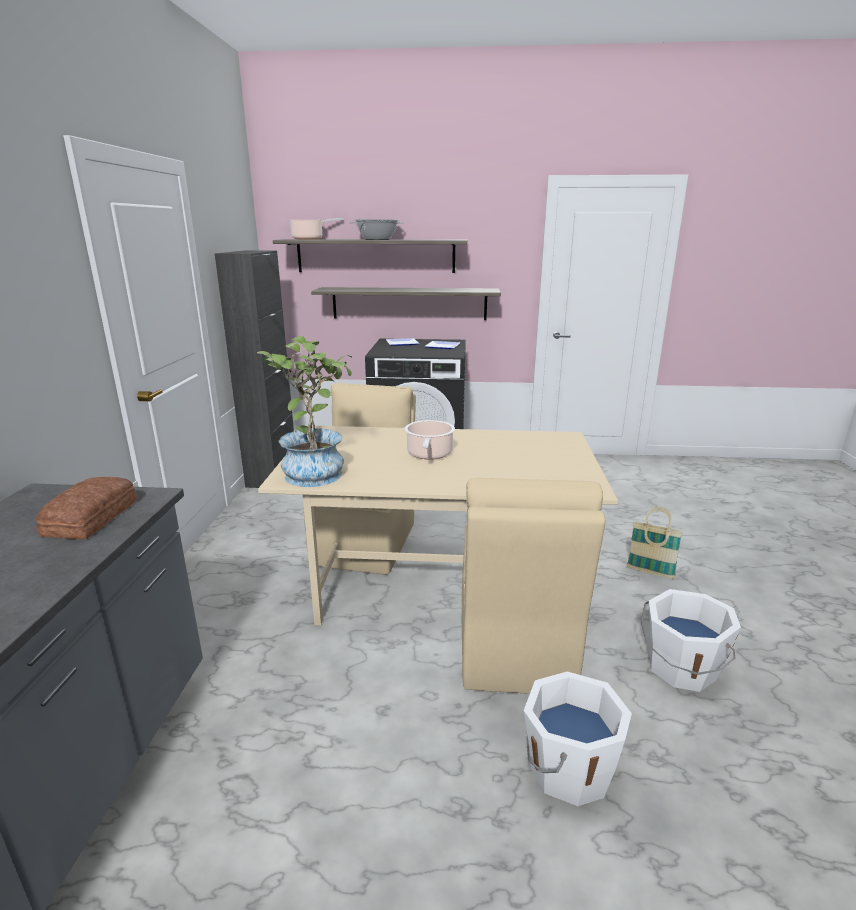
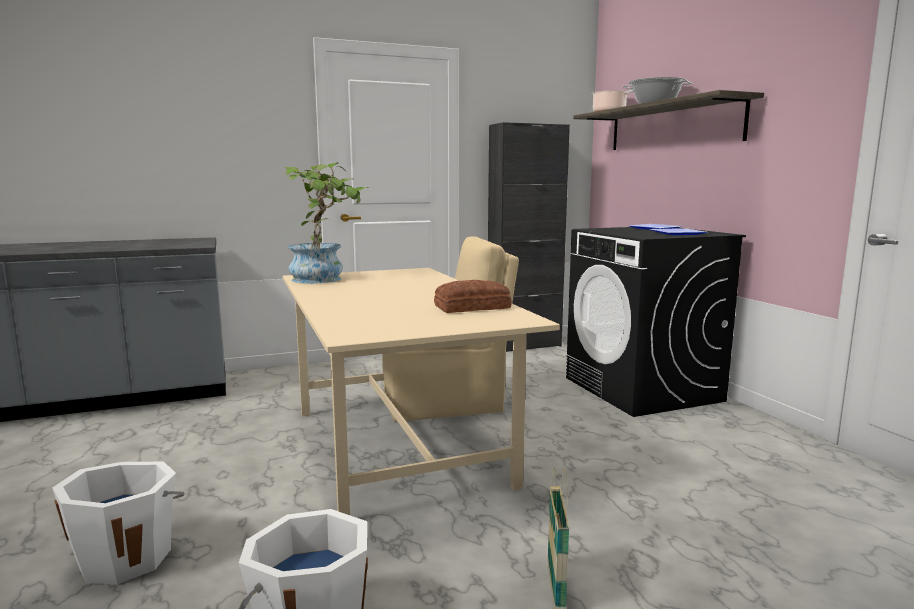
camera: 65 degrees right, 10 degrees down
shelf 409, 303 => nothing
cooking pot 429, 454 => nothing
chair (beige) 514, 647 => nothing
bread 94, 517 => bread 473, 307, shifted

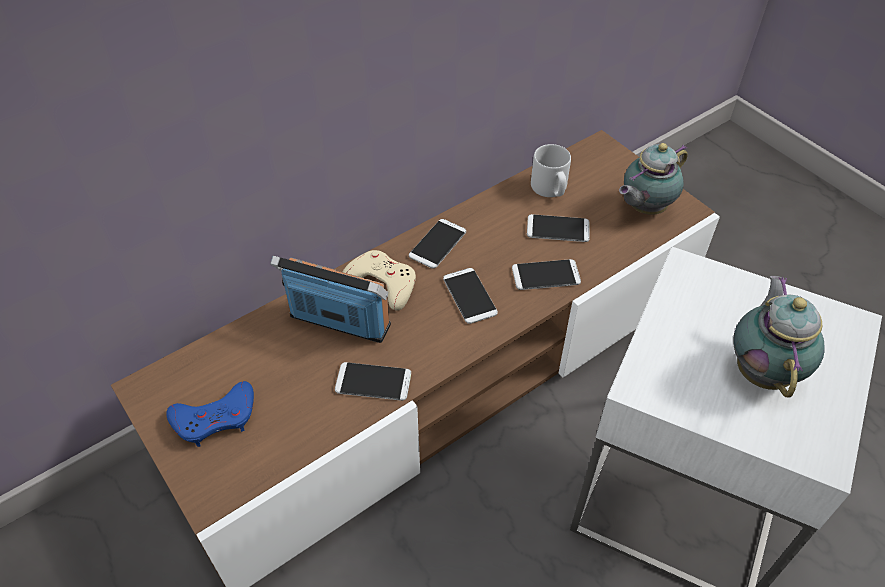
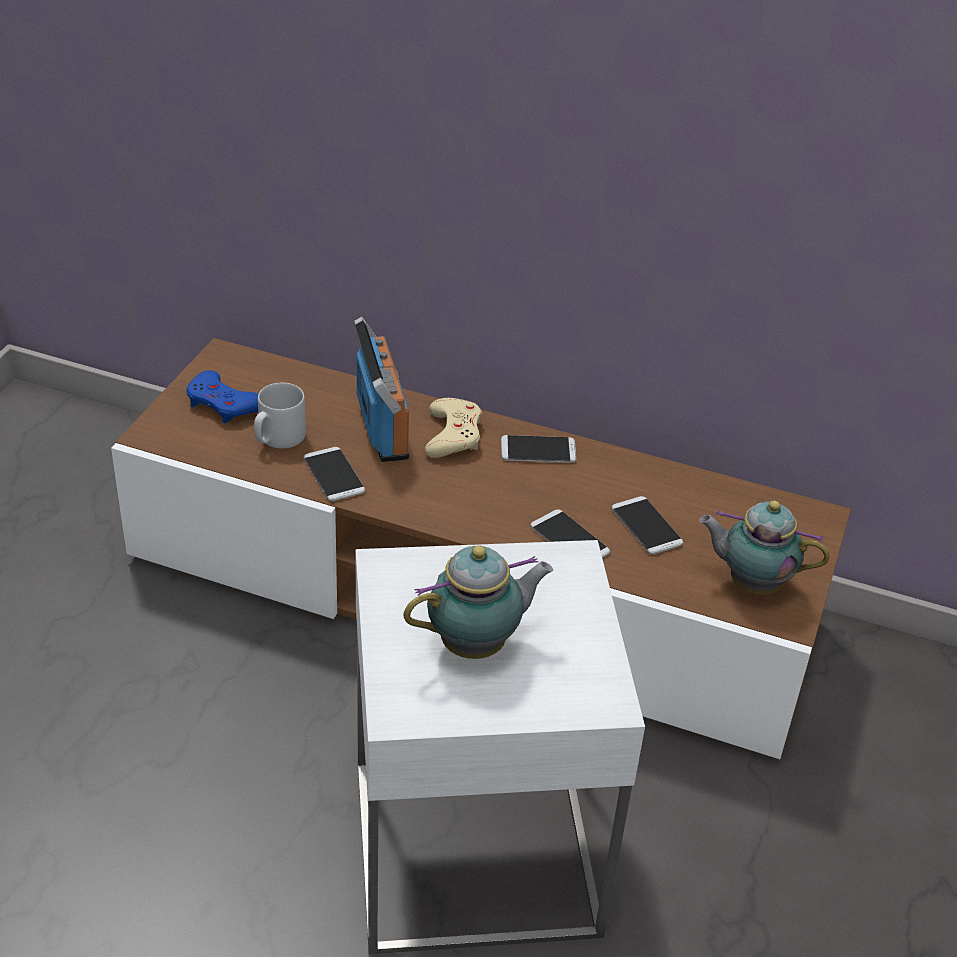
camera: 55 degrees right, 10 degrees down
phone 469, 296 => nothing
mug (grey) 550, 189 => mug (grey) 278, 438, shifted

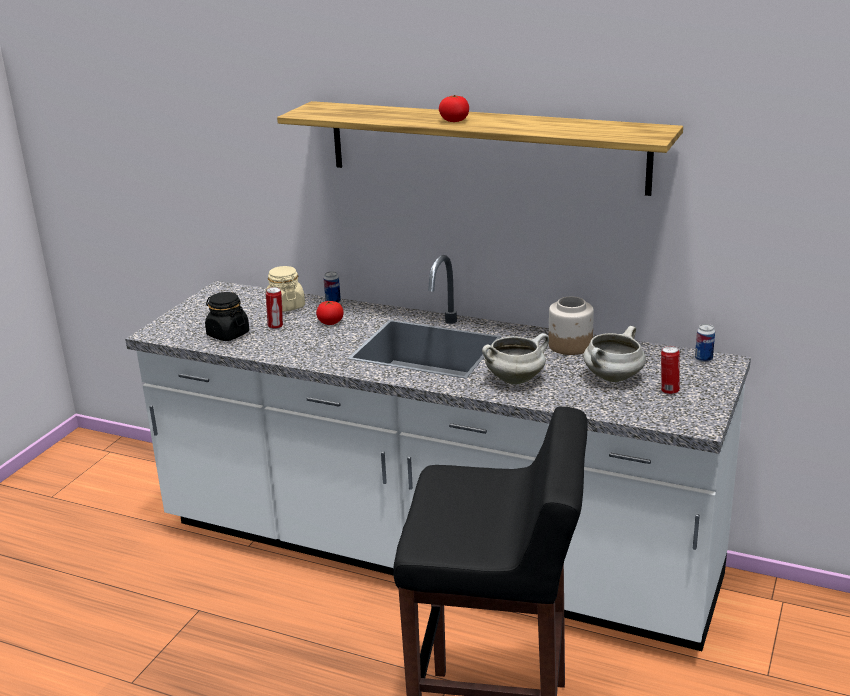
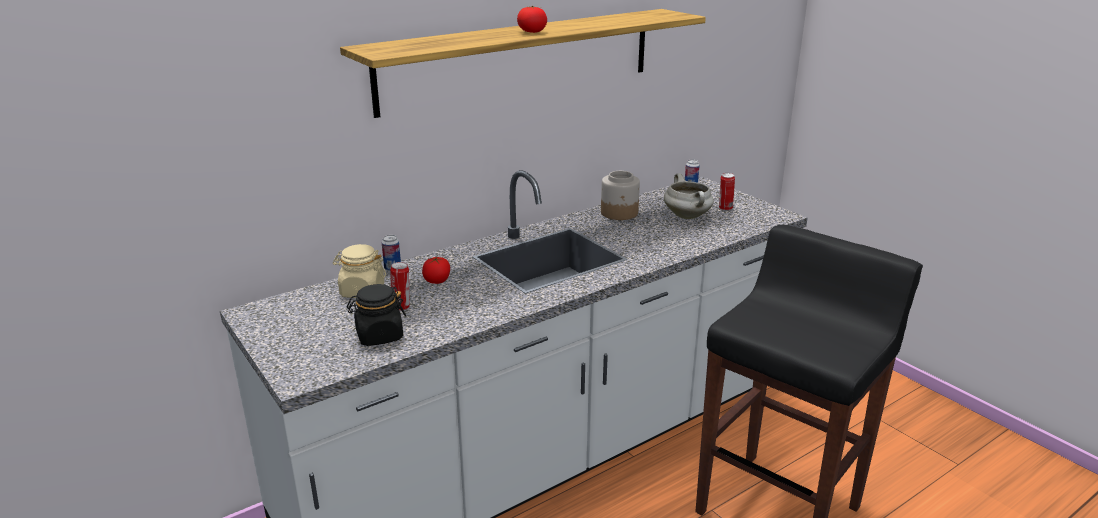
camera: 60 degrees left, 0 degrees up
cooking pot (white) 515, 379 => nothing

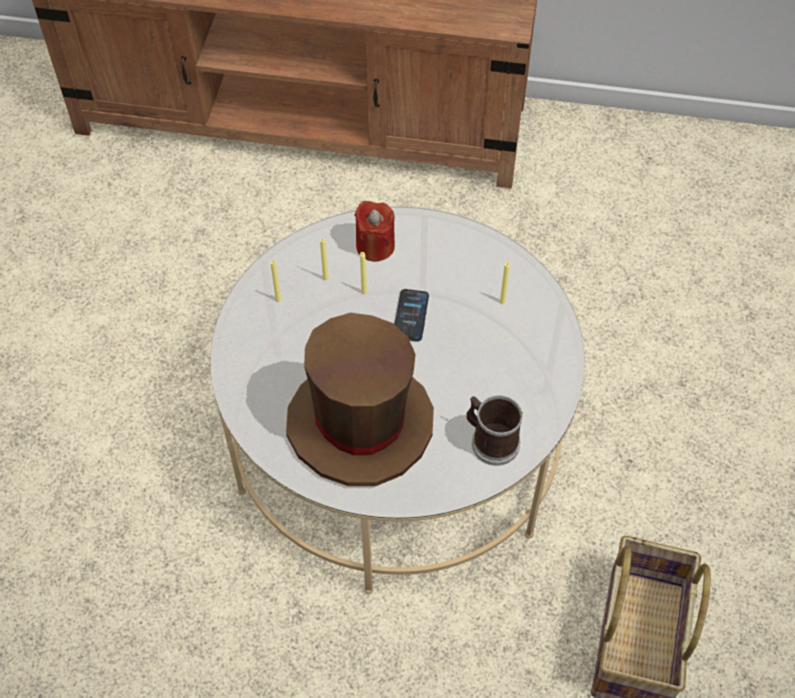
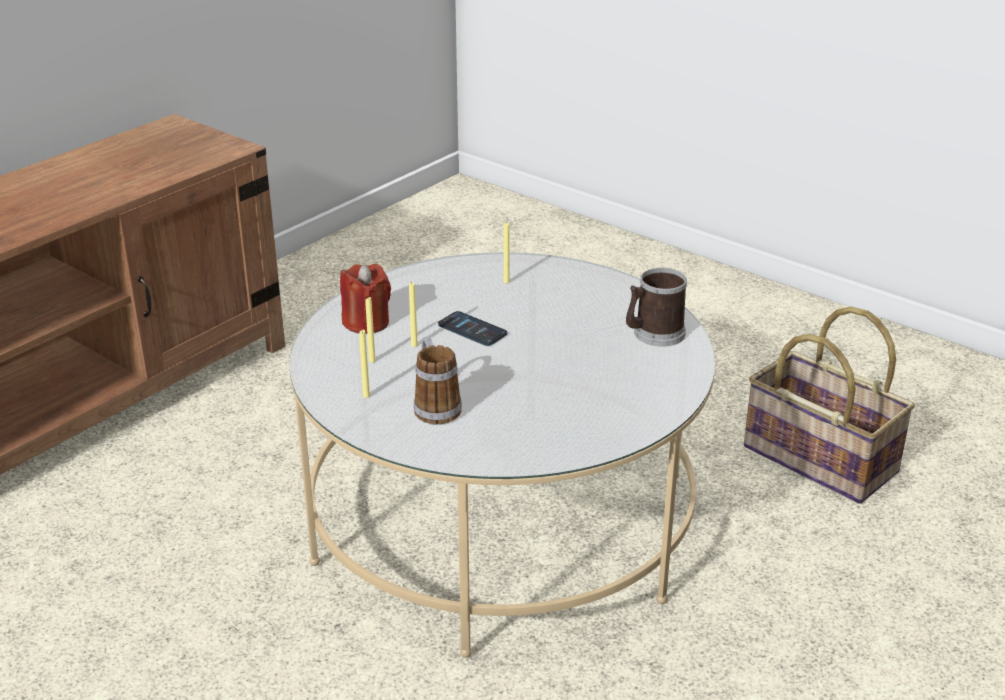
camera: 60 degrees left, 25 degrees down
hat (brown) 360, 424 => nothing
nothing => mug 435, 406

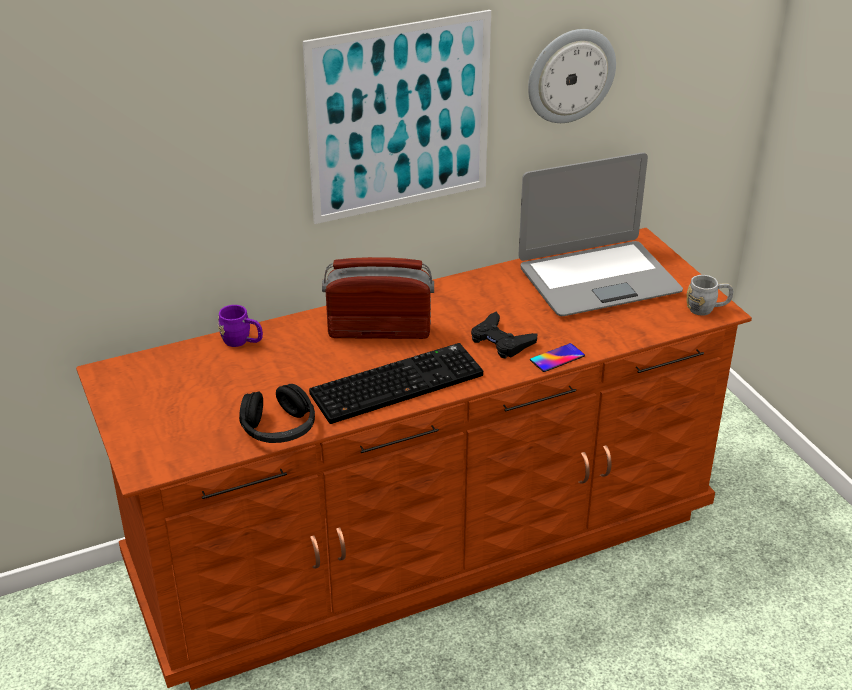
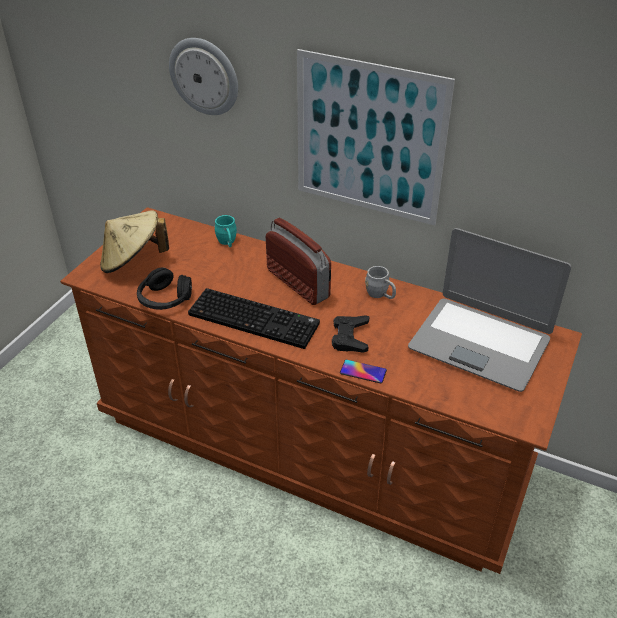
camera: 50 degrees right, 5 degrees up
nothing => hat (beige) 133, 261
wall clock 570, 75 => wall clock 204, 76, shifted
mug (grey) 707, 309 => mug (grey) 380, 295, shifted
mug (purple) 242, 342 => mug (turquoise) 227, 243

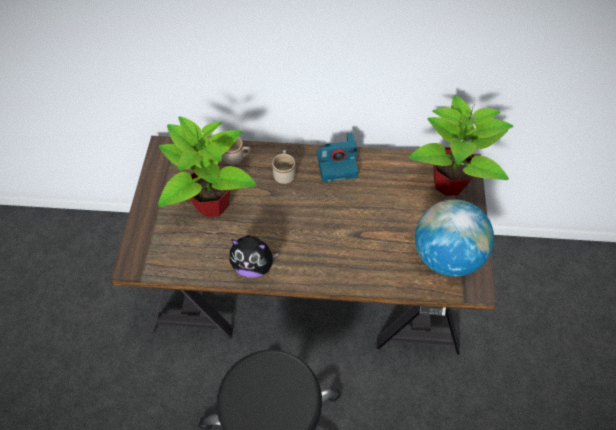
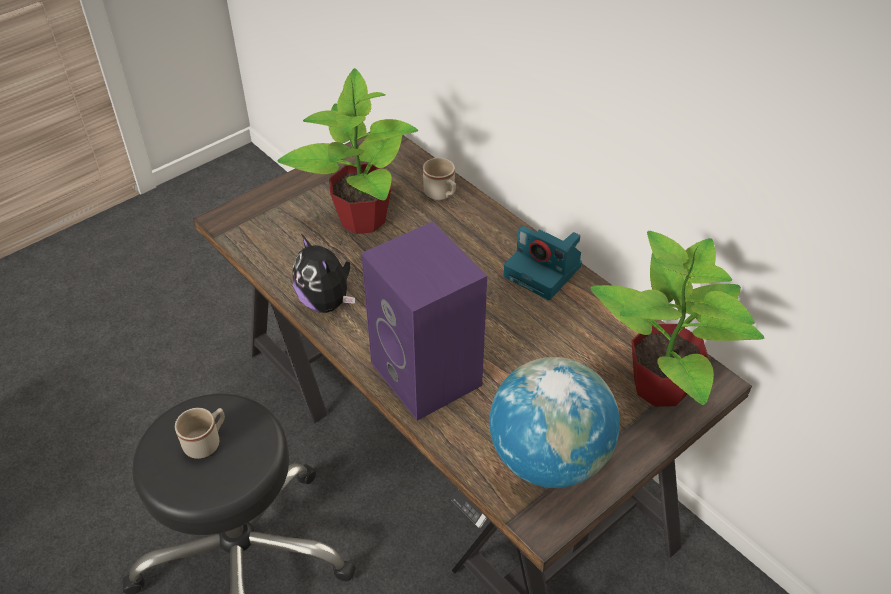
camera: 45 degrees right, 10 degrees down
nothing => speaker (purple) 429, 375
mug (beige) 284, 173 => mug (beige) 207, 441, shifted

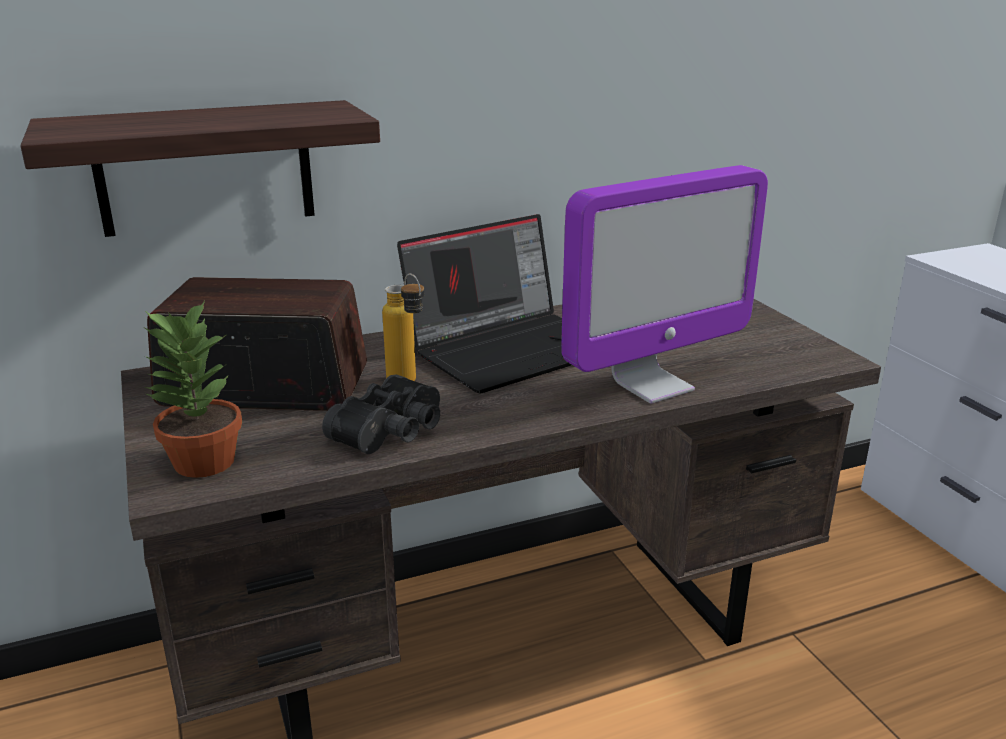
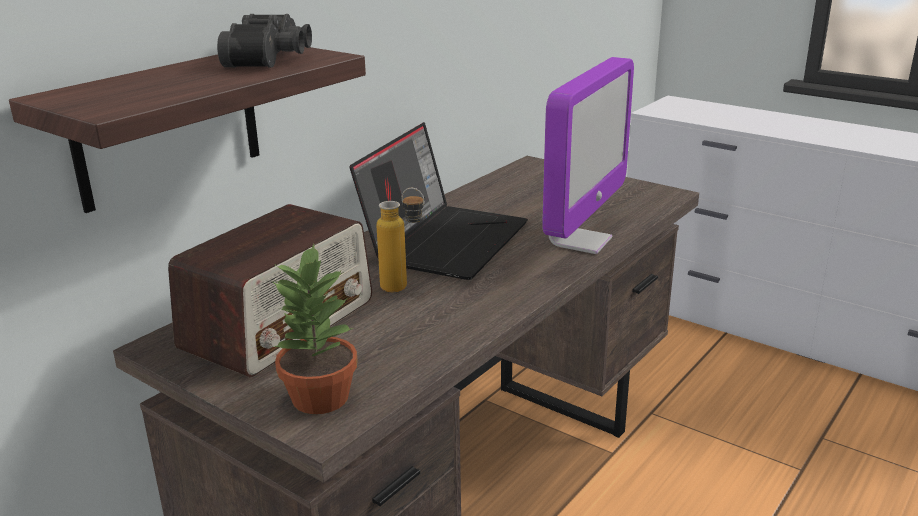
camera: 30 degrees left, 0 degrees up
binoculars (black) 393, 432 => binoculars (black) 272, 58, shifted
radio 264, 386 => radio 280, 324, 150 degrees clockwise

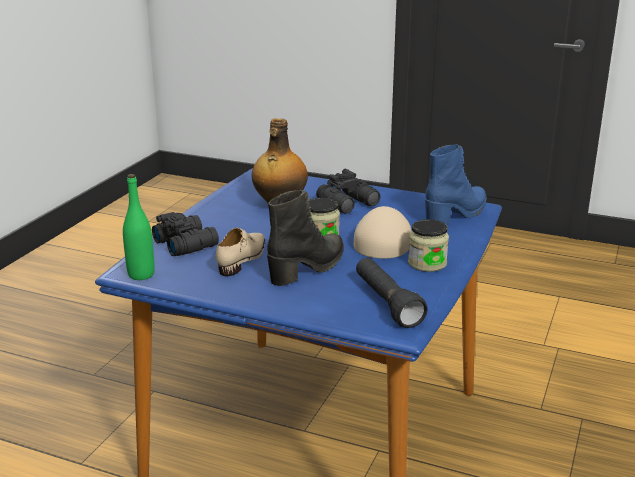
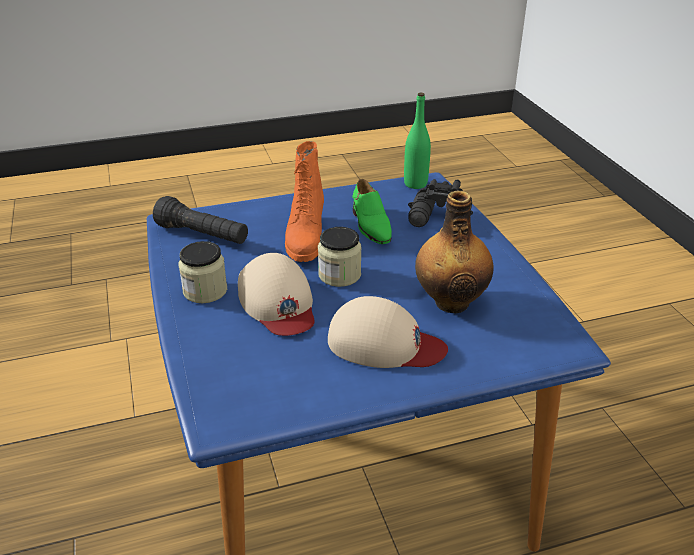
camera: 140 degrees right, 10 degrees up
boot (blue) 456, 215 => nothing
binoculars (black) 349, 204 => cap (beige) 384, 344
shoe (beige) 243, 259 => shoe (green) 370, 225
boot (black) 308, 268 => boot (orange) 305, 239

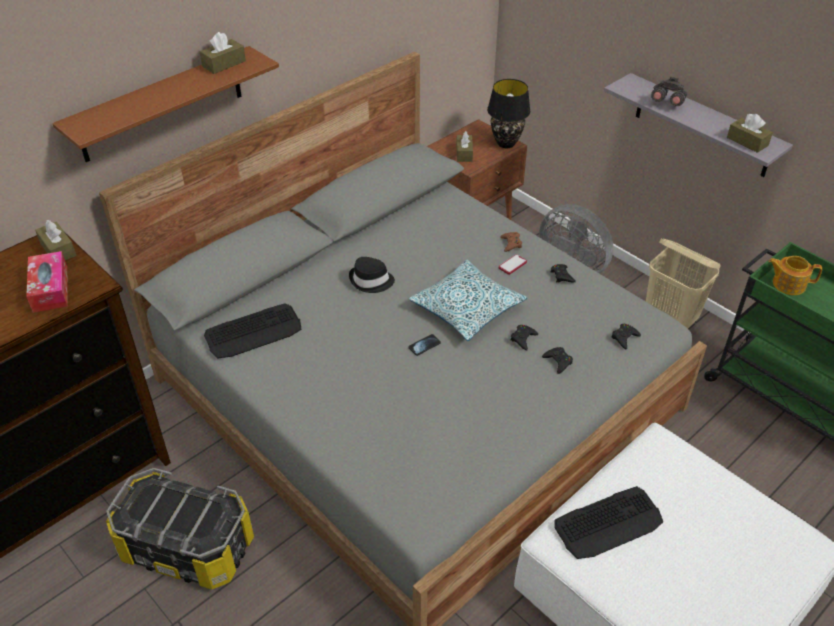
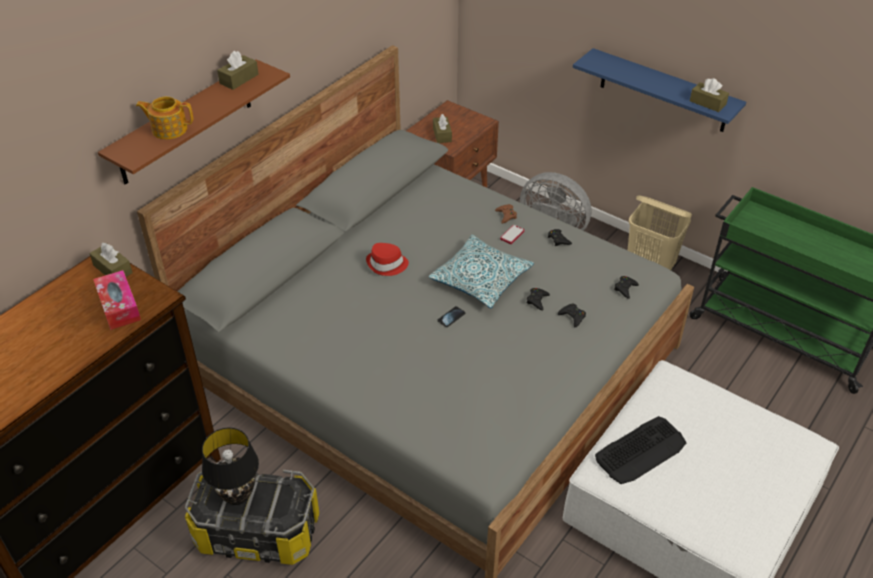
camera: 10 degrees left, 0 degrees up
keyboard 254, 332 => nothing
binoculars (grey) 667, 103 => nothing
table lamp (black) 506, 143 => table lamp (black) 238, 495, shifted
teapot 788, 284 => teapot 169, 129, shifted
hat (black) 371, 281 => hat (red) 387, 264
shelf (grey) 702, 126 => shelf (blue) 663, 91

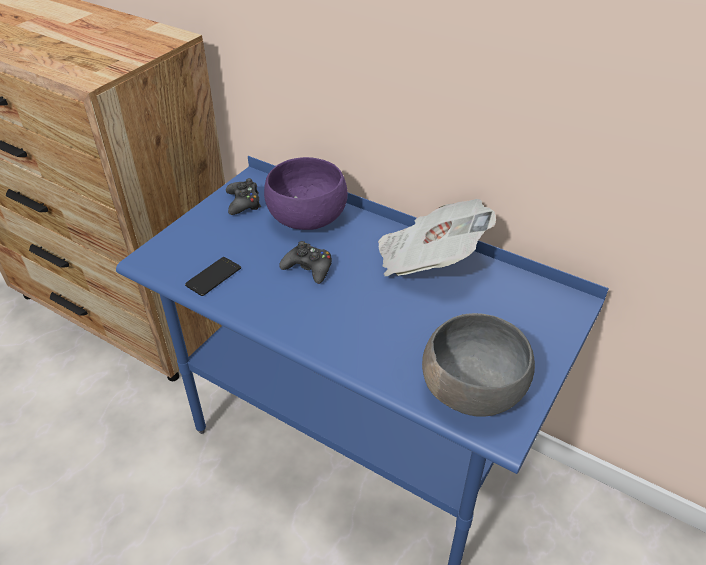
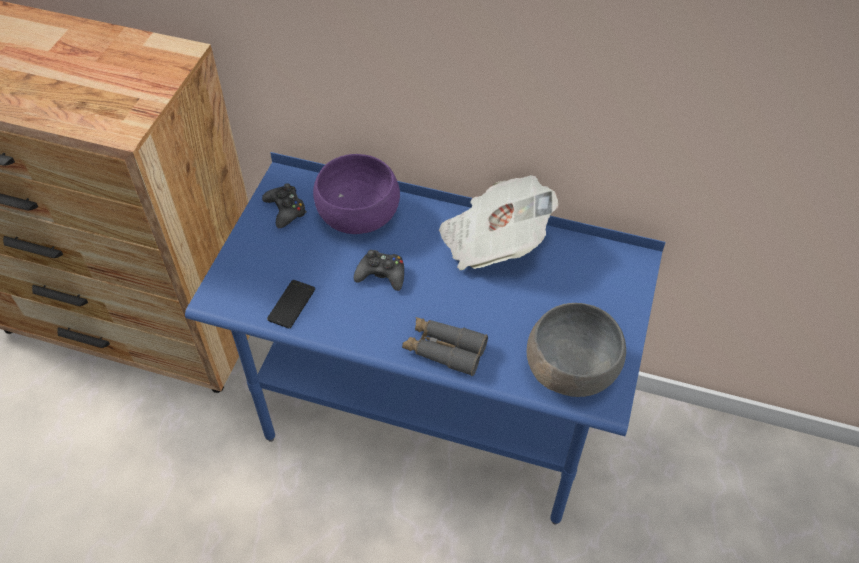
camera: 15 degrees left, 10 degrees up
nothing => binoculars (grey) 444, 350

